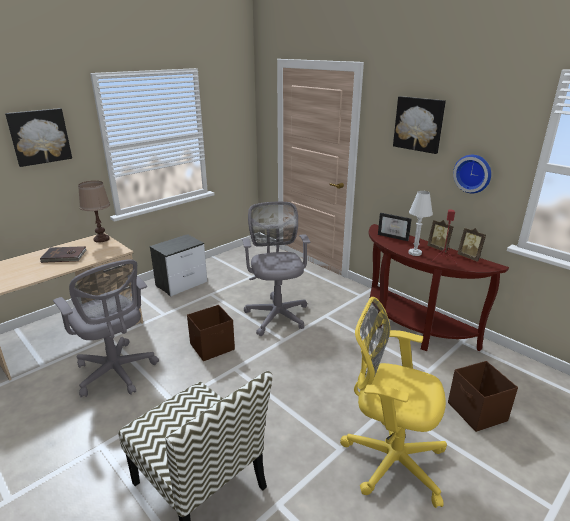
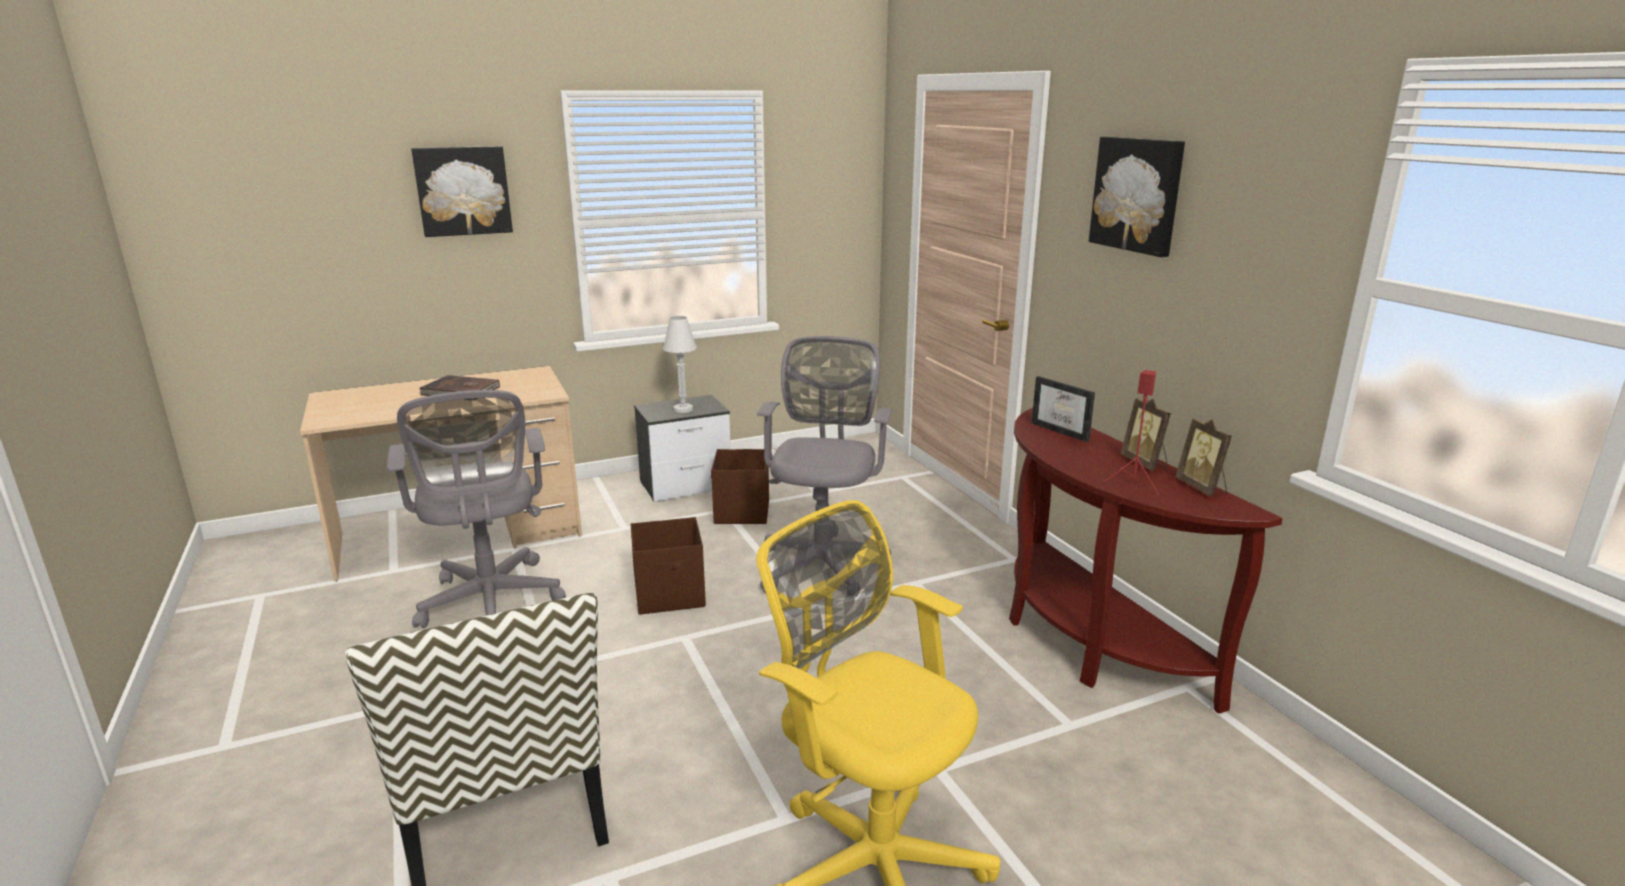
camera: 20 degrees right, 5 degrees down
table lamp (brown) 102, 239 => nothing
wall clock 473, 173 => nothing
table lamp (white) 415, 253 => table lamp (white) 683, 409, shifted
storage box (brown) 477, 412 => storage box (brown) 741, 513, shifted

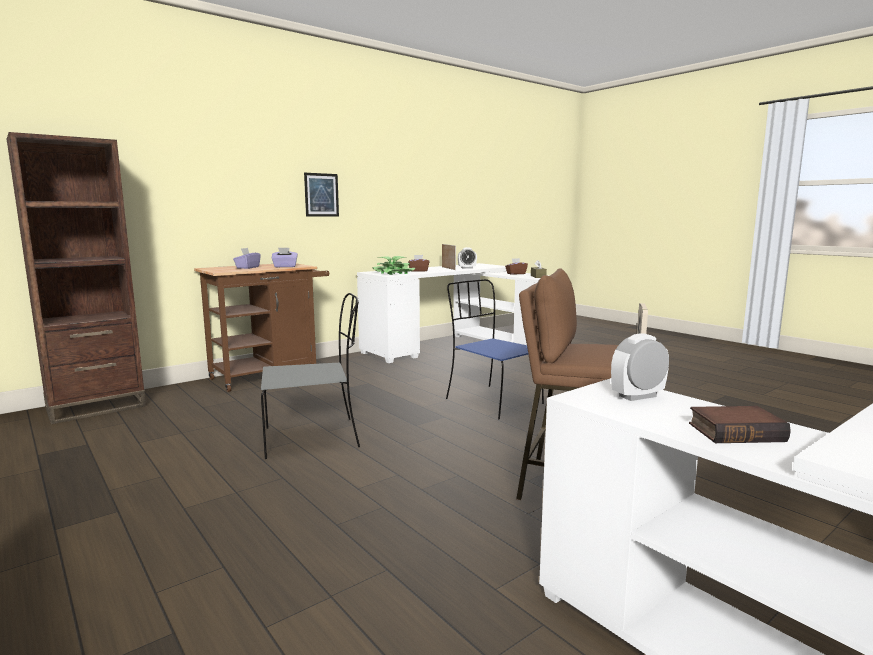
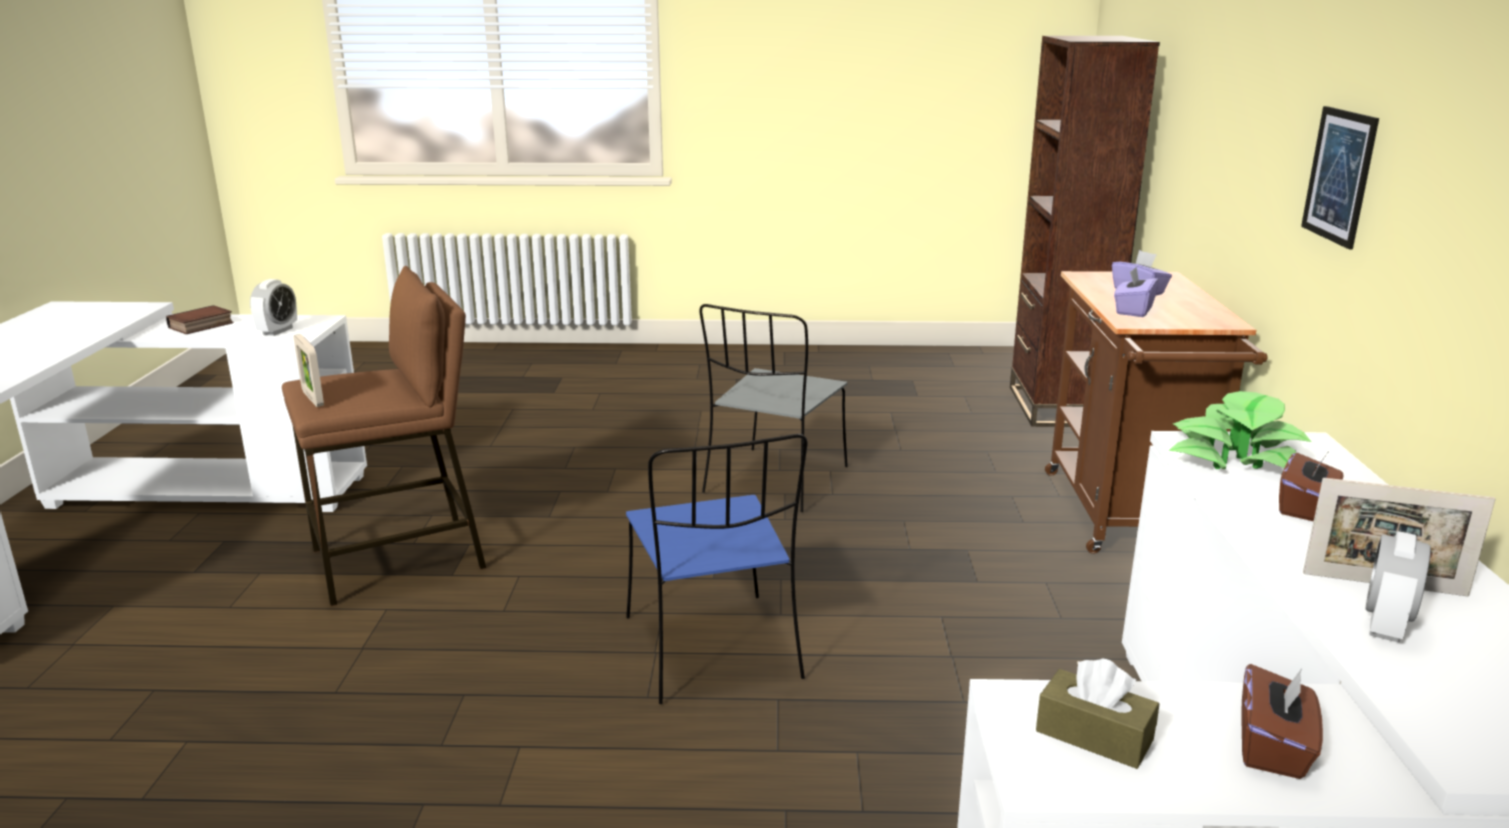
camera: 130 degrees right, 10 degrees up
chair (blue) 492, 401 => chair (blue) 713, 650, 75 degrees clockwise

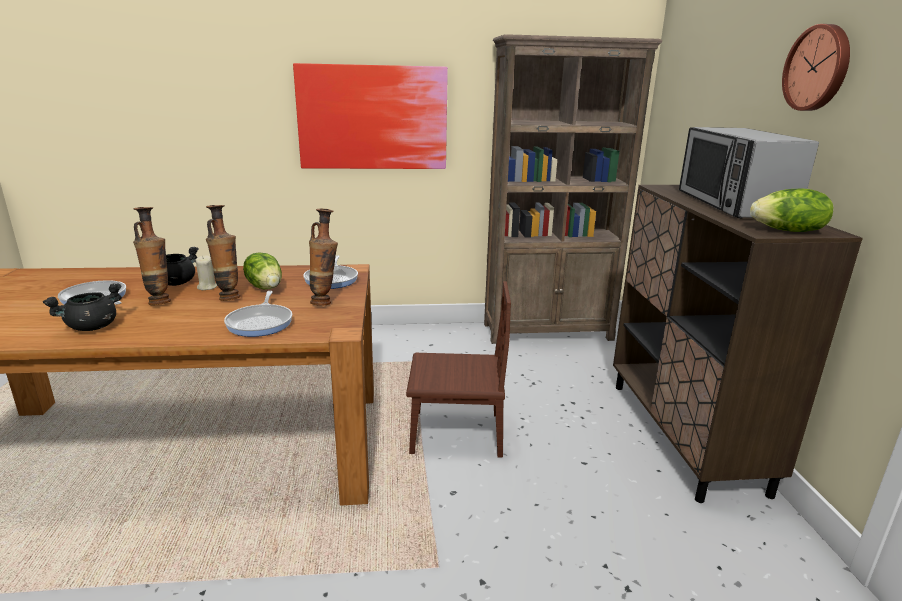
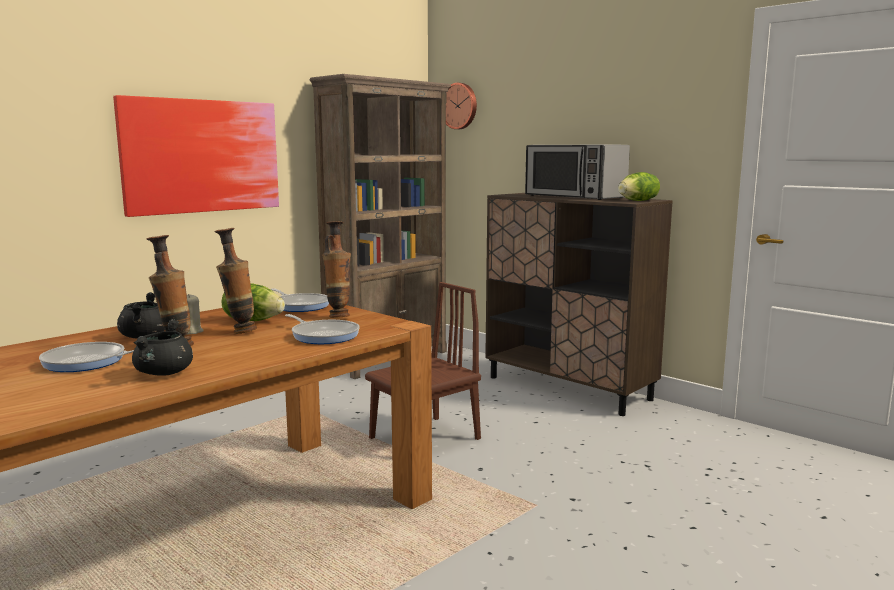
camera: 40 degrees left, 10 degrees down
wall clock 818, 68 => wall clock 459, 106, shifted

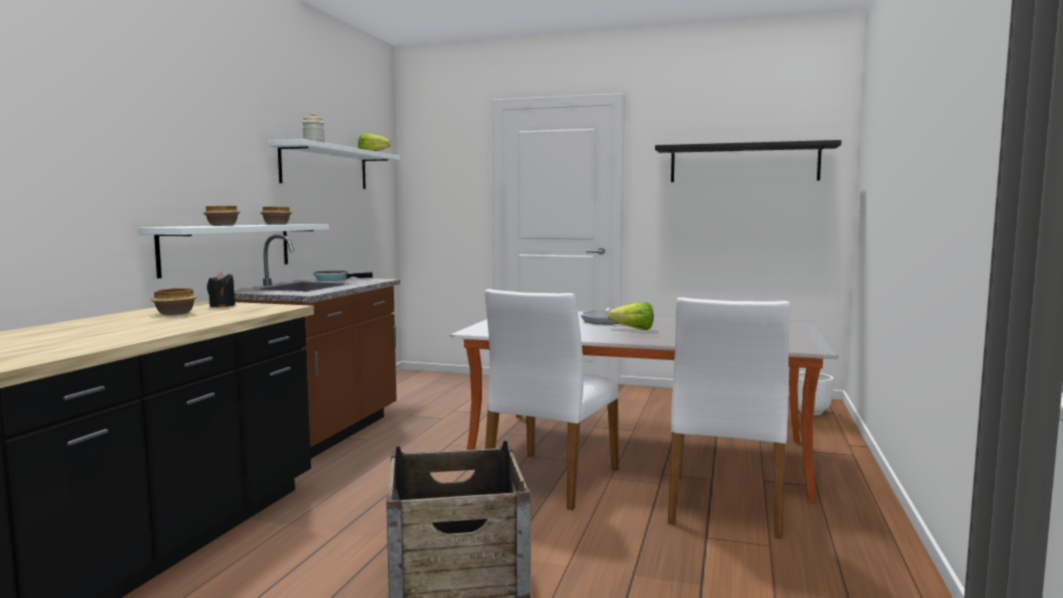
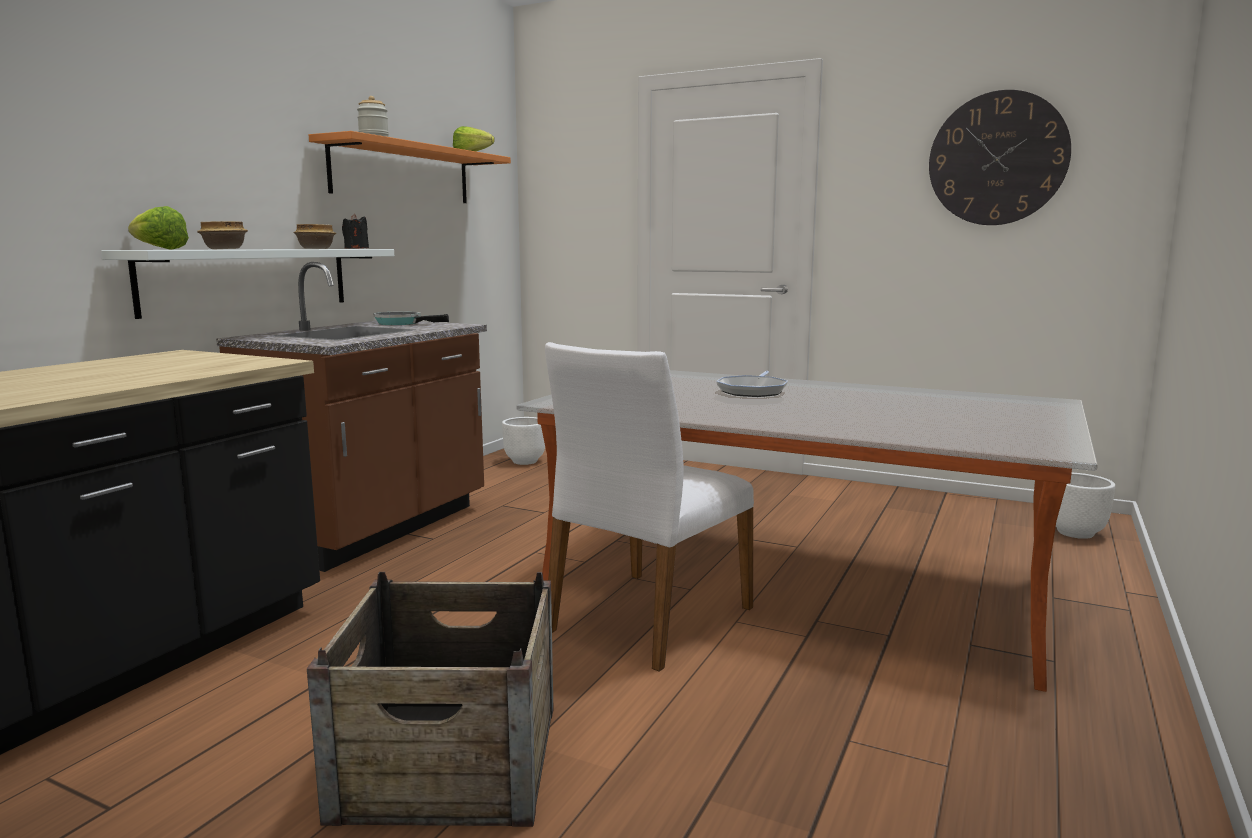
camera: 10 degrees right, 5 degrees up
bowl 176, 313 => nothing
chair (white) 725, 504 => nothing
nothing => planter (white) 524, 461
candle (black) 222, 306 => candle (black) 356, 248, shifted
lettuce 630, 329 => lettuce 156, 249, shifted
shelf (black) 743, 163 => wall clock 997, 159
shelf (white) 325, 167 => shelf (orange) 402, 173

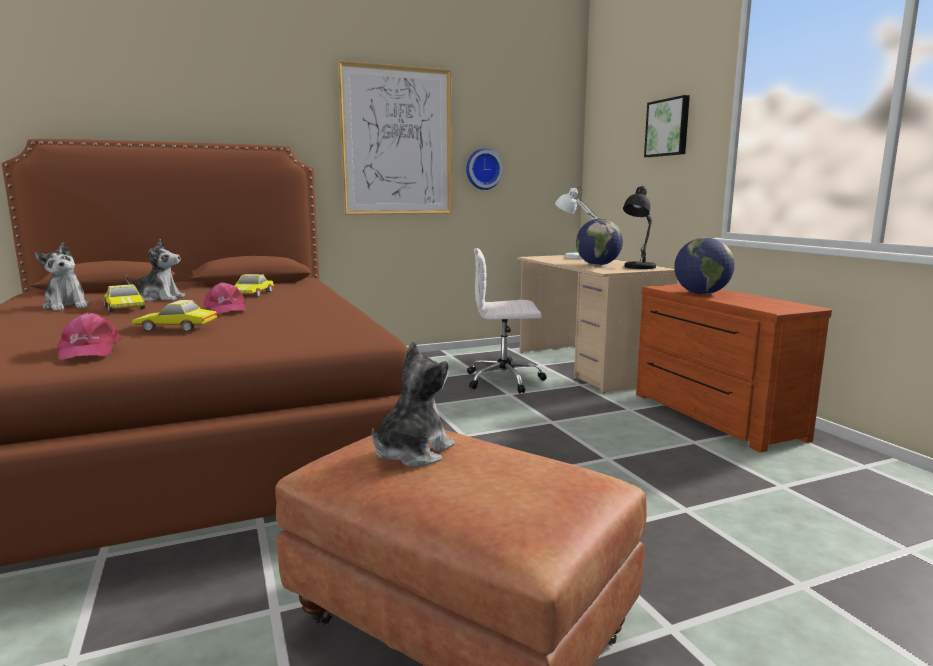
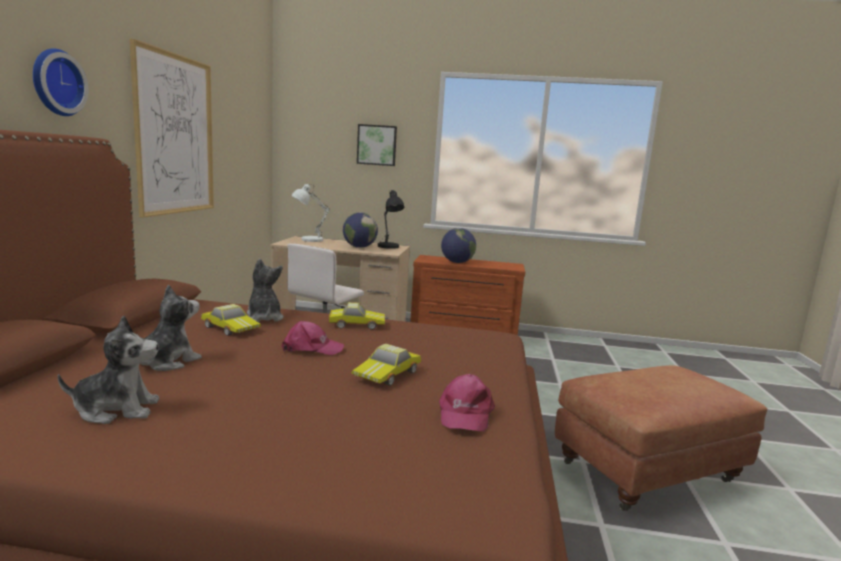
camera: 60 degrees left, 0 degrees up
toy car 126, 307 => toy car 356, 324, shifted
plush toy 412, 453 => plush toy 263, 318, shifted
wall clock 483, 169 => wall clock 55, 82, shifted
cap (pink) 88, 350 => cap (pink) 464, 413, 90 degrees clockwise

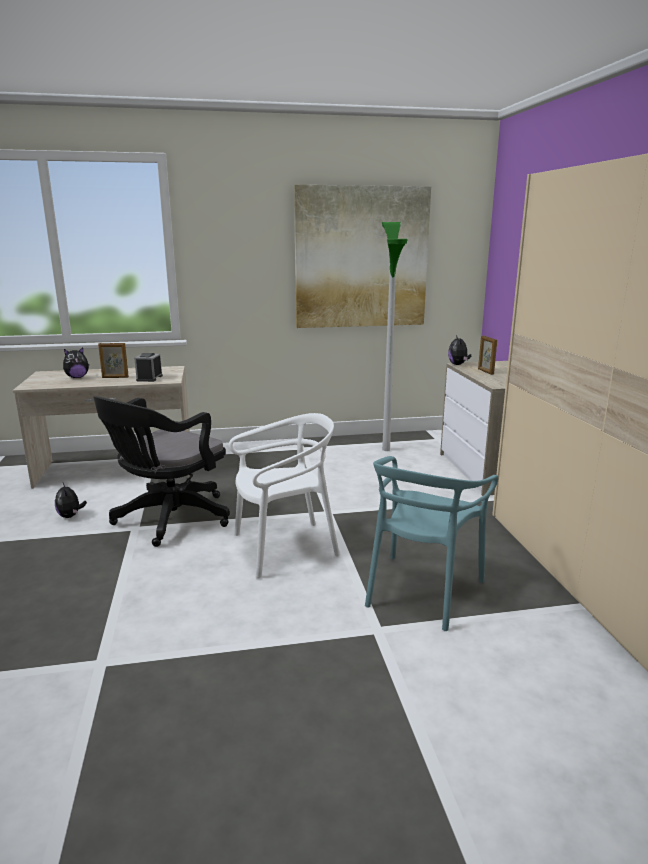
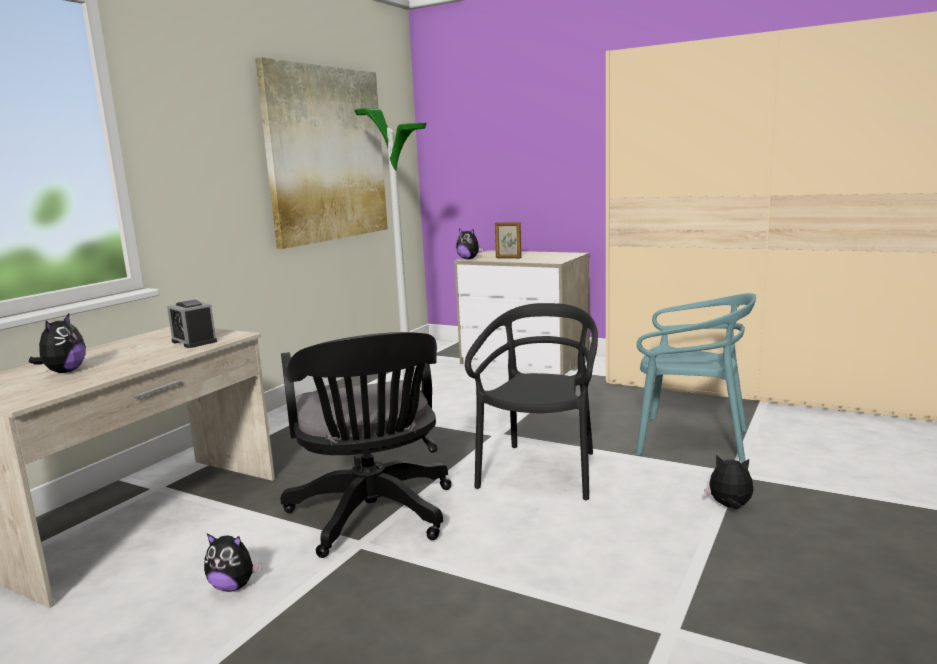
camera: 50 degrees left, 5 degrees down
picture frame 115, 377 => nothing
nothing => plush toy 729, 507
chair (white) 284, 547 => chair (black) 541, 472
chair (turquoise) 422, 591 => chair (turquoise) 691, 440, 45 degrees counterclockwise

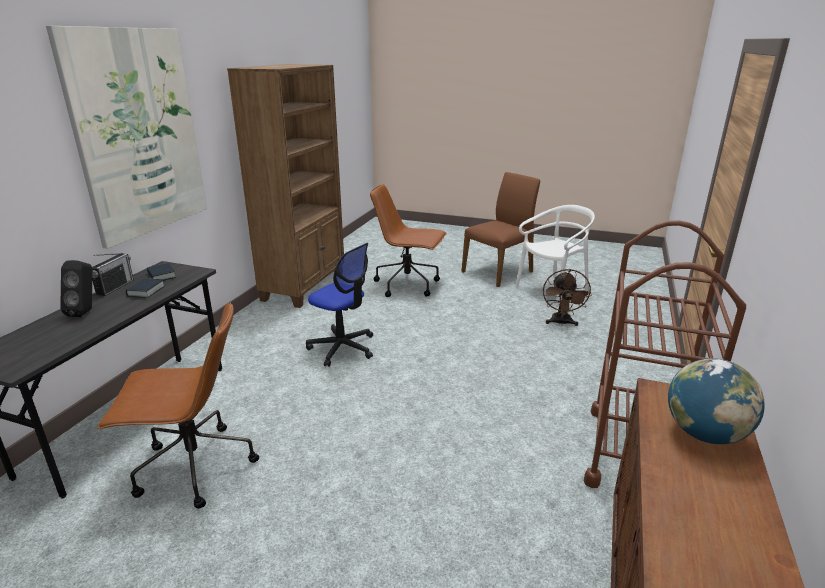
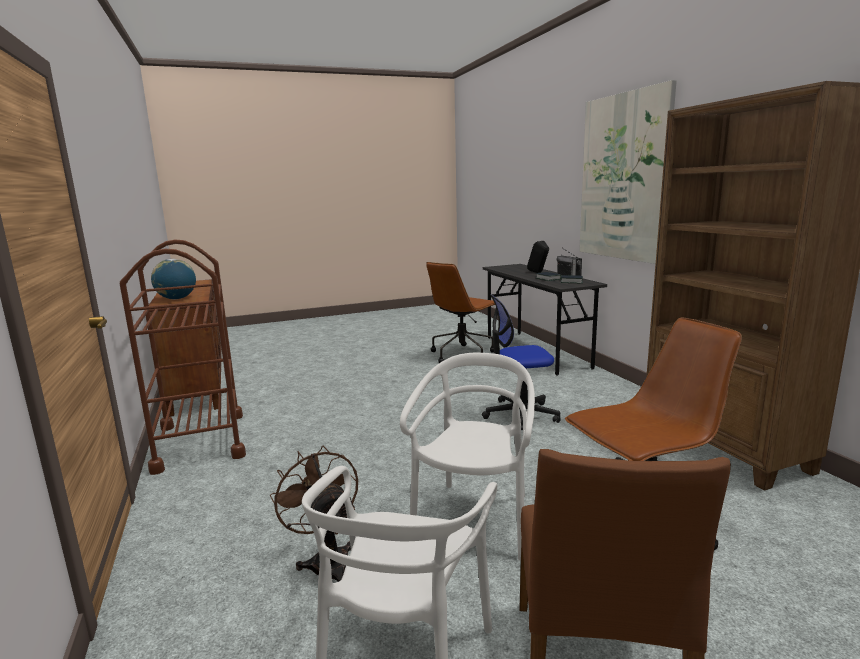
camera: 140 degrees right, 10 degrees down
nothing => chair (white) 475, 520

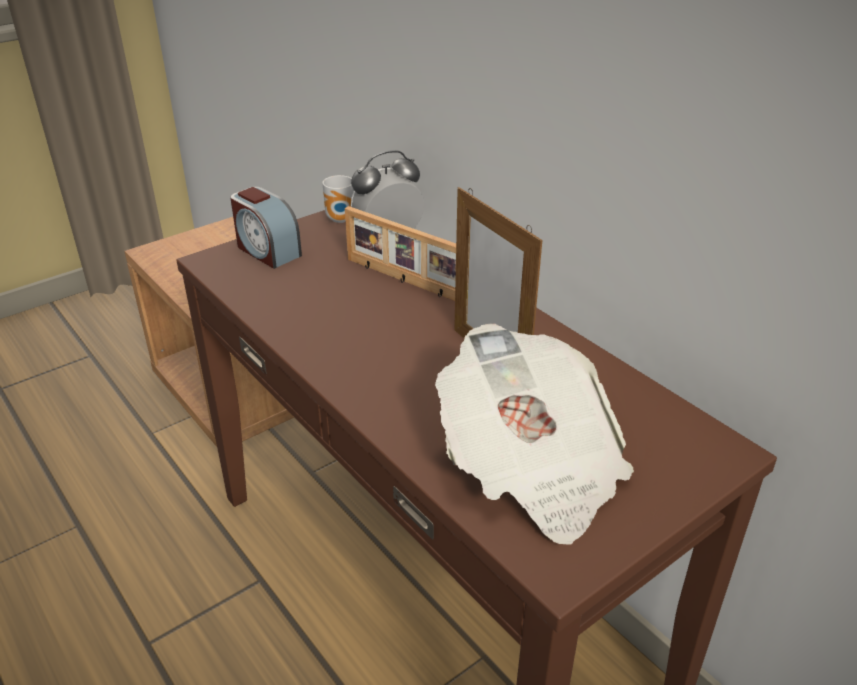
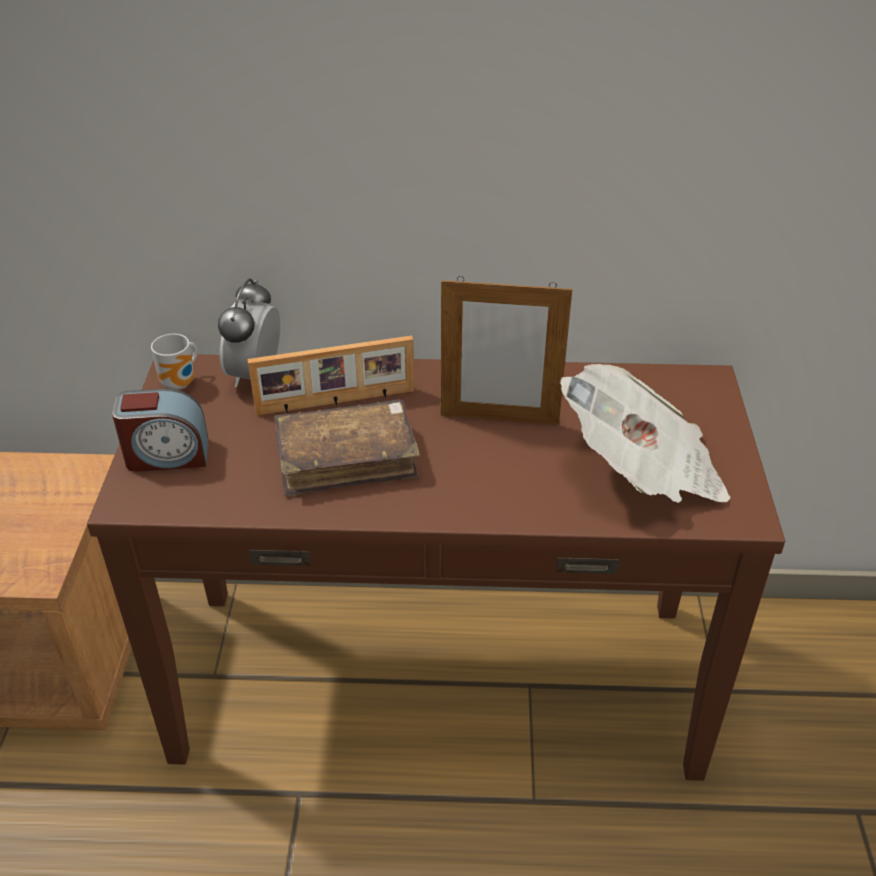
camera: 50 degrees left, 5 degrees up
nothing => book (brown) 346, 459

